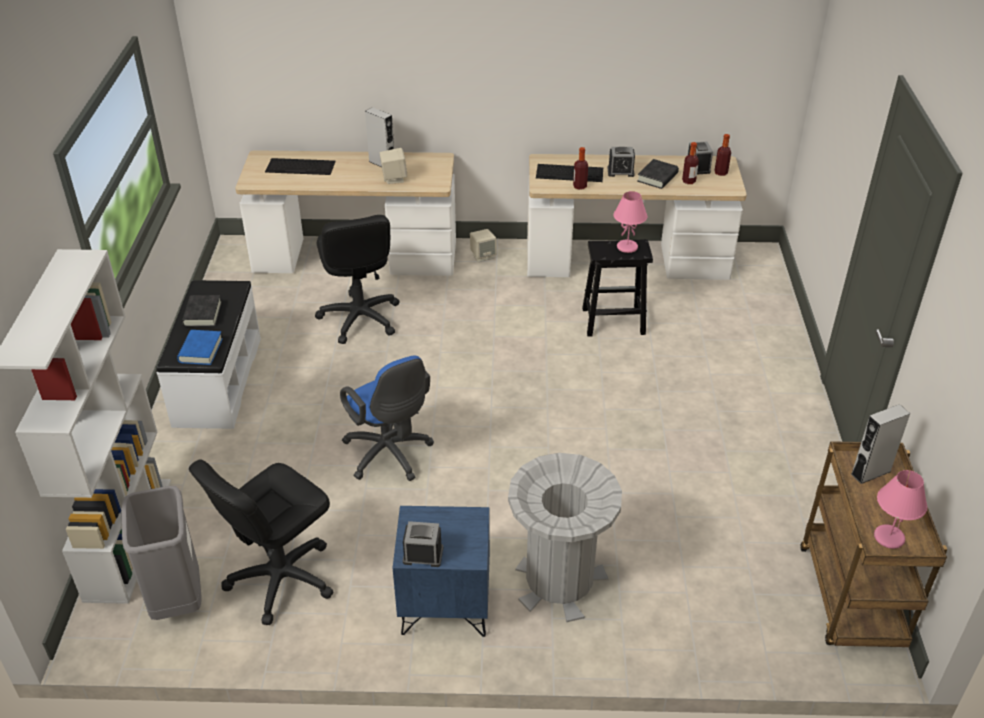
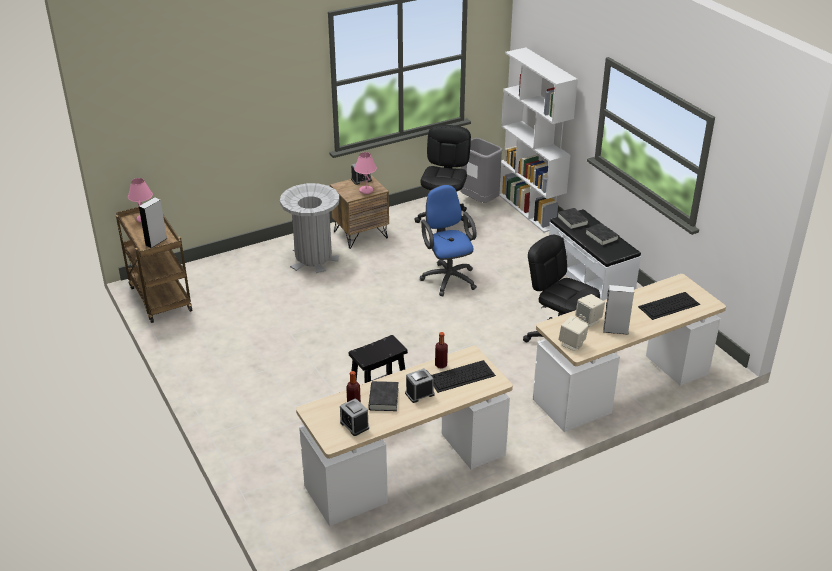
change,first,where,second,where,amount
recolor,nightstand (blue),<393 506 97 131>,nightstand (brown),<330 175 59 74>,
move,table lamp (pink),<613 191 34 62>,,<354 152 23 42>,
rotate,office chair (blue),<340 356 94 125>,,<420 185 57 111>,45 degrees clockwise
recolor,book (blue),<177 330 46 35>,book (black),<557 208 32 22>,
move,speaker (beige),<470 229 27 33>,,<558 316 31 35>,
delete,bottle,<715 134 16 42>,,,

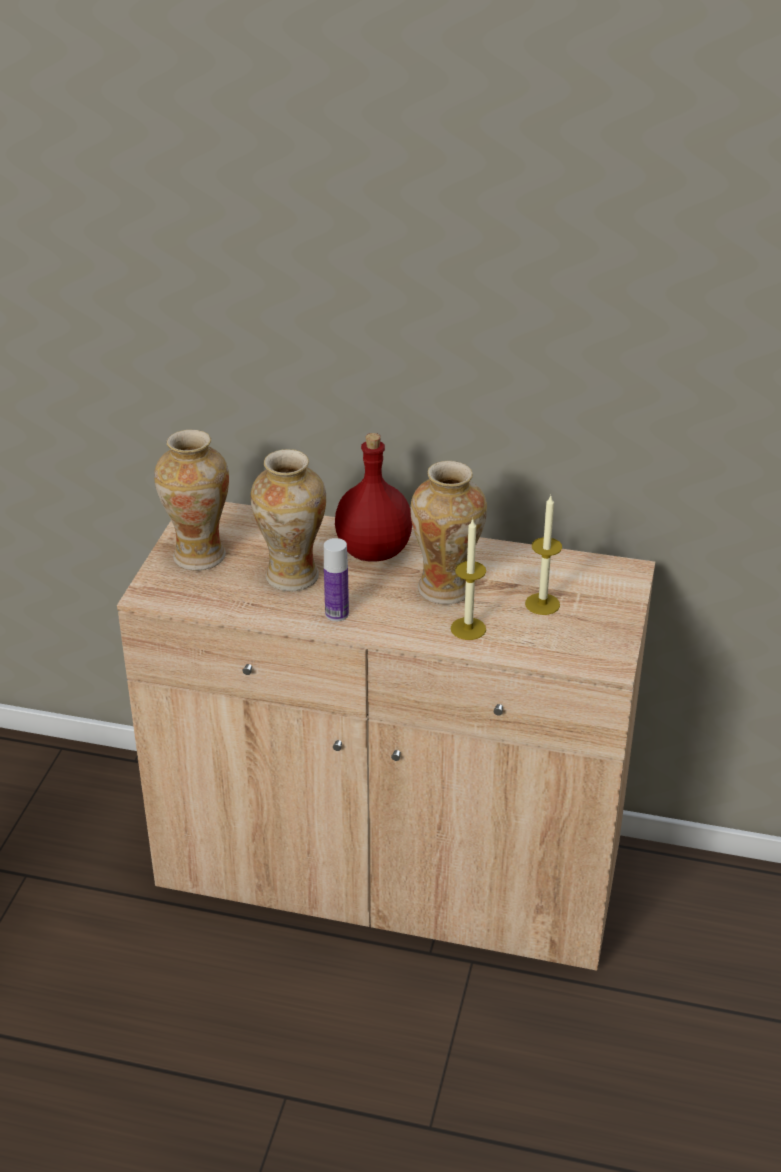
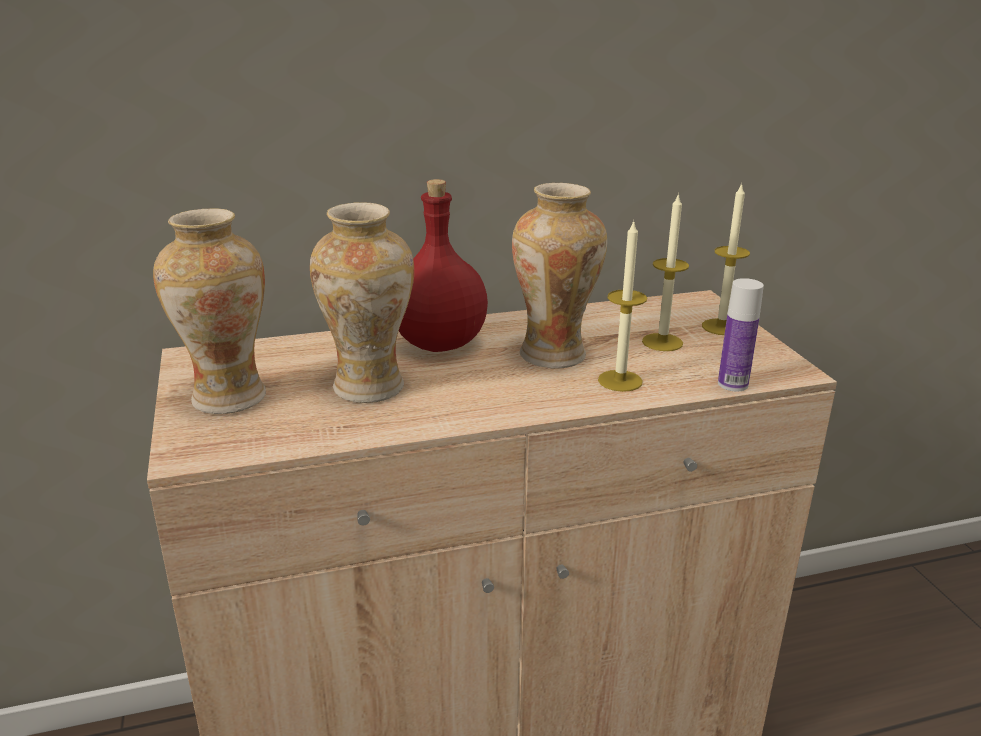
change,first,where,second,where,amount
insert,,,candle,<702 182 48 153>,
move,bottle,<324 538 25 83>,,<718 278 46 113>,

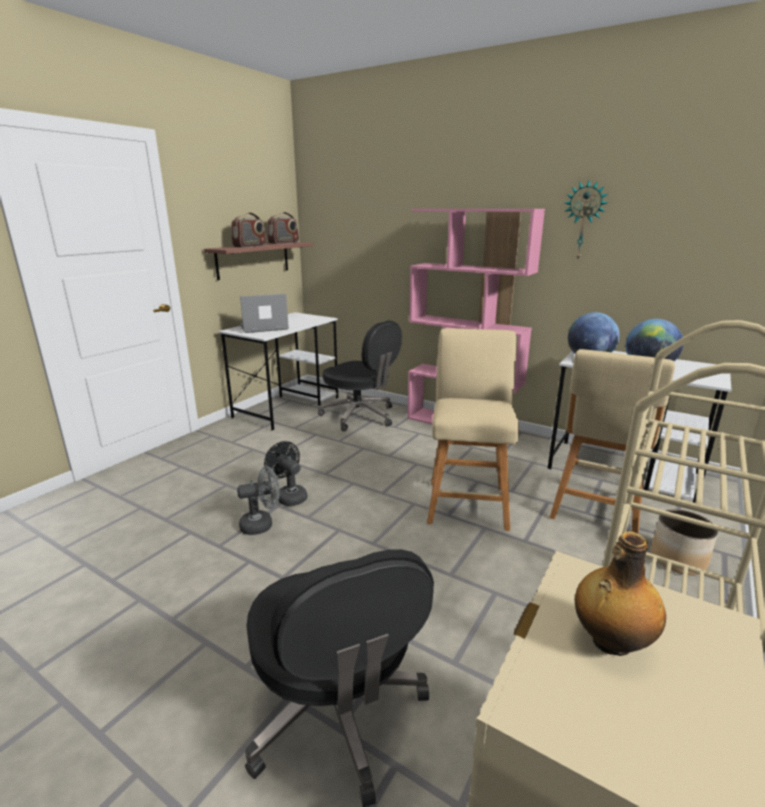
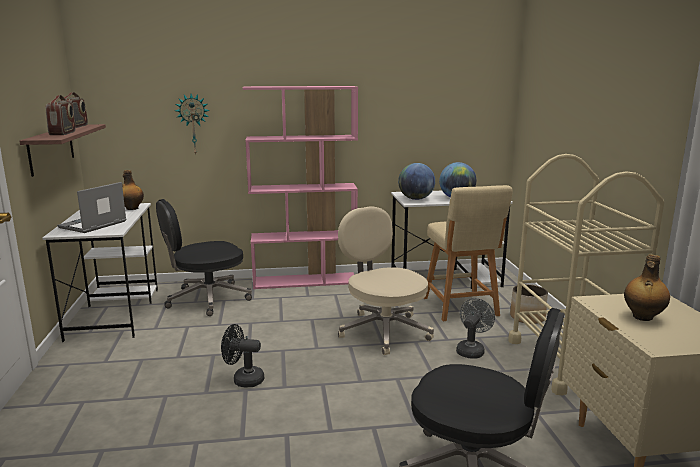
change,first,where,second,where,amount
insert,,,bottle,<122 170 22 40>,
rotate,office chair (black),<318 320 84 111>,,<156 199 96 117>,150 degrees clockwise
move,wall clock,<564 180 44 81>,,<175 94 35 61>,
replace,stool (beige),<427 328 92 203>,office chair (beige),<338 207 96 148>,
move,fan (grey),<237 466 43 69>,,<456 298 39 61>,

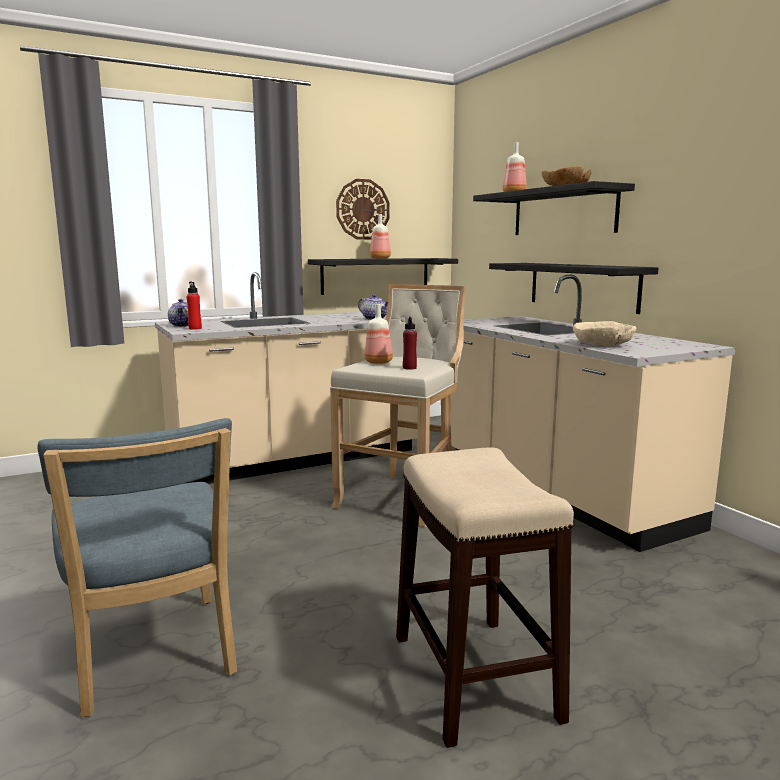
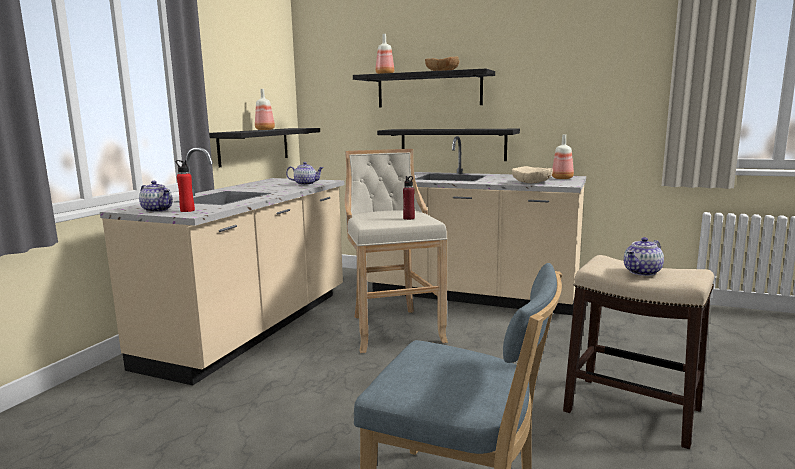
change,first,where,second,where,amount
move,bottle,<364 304 29 60>,,<552 135 22 44>,
insert,,,teapot,<624 237 40 39>,
delete,wall clock,<336 179 53 61>,,,

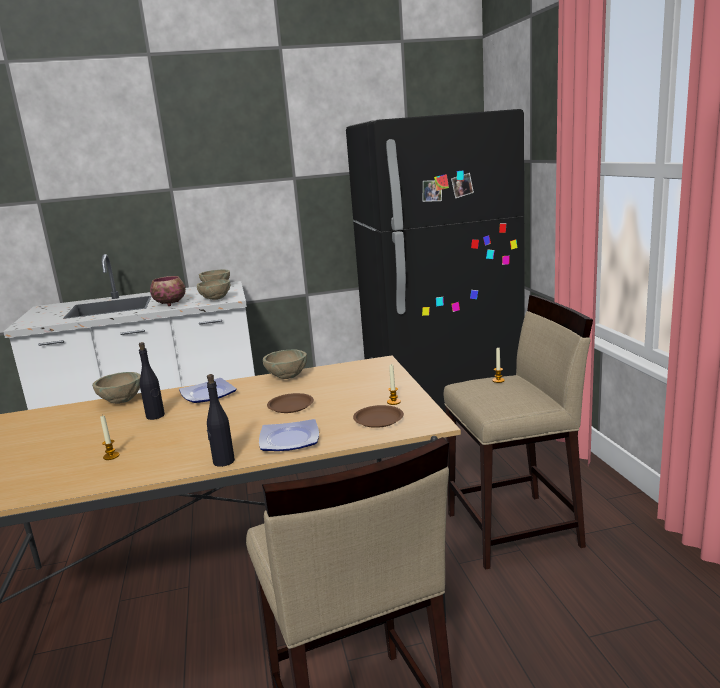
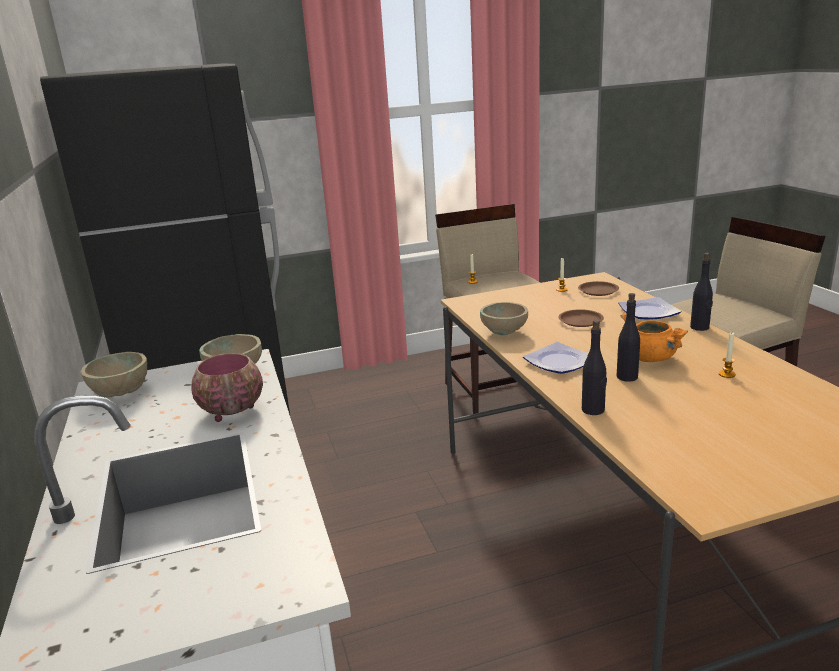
change,first,where,second,where,amount
replace,bowl (beige),<92 372 49 32>,bottle (black),<582 320 25 95>,
insert,,,cooking pot (orange),<620 313 68 49>,

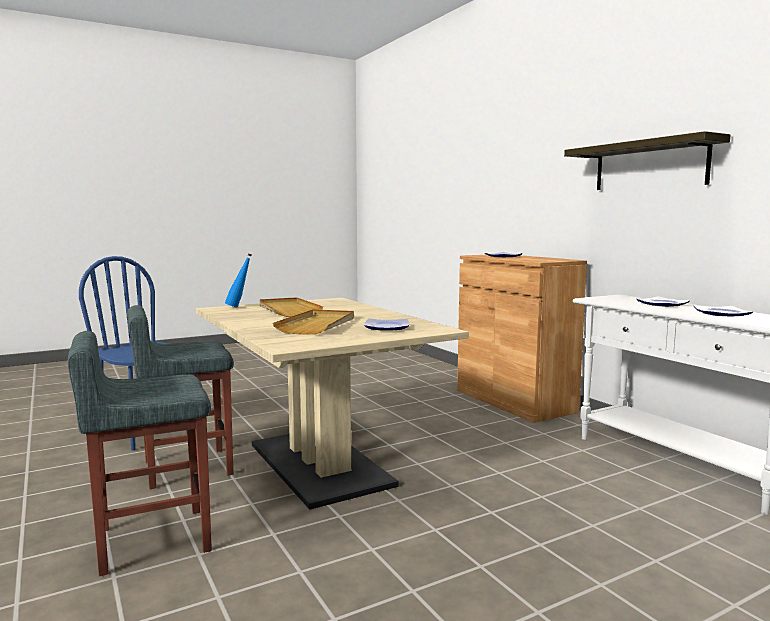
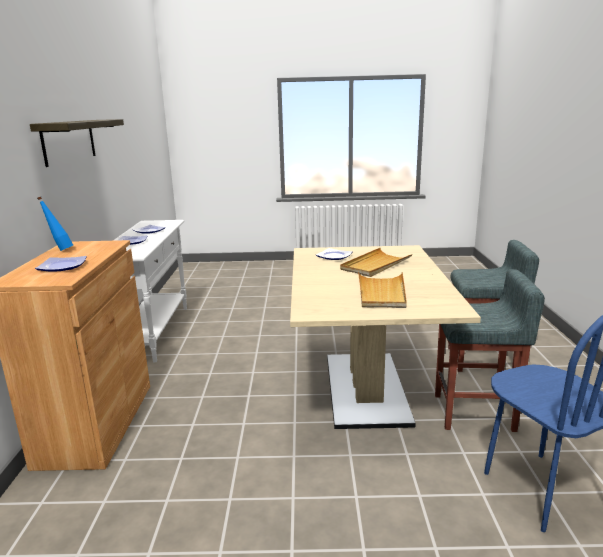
change,first,where,second,where,amount
move,bottle (blue),<225 253 26 55>,,<37 197 36 54>,

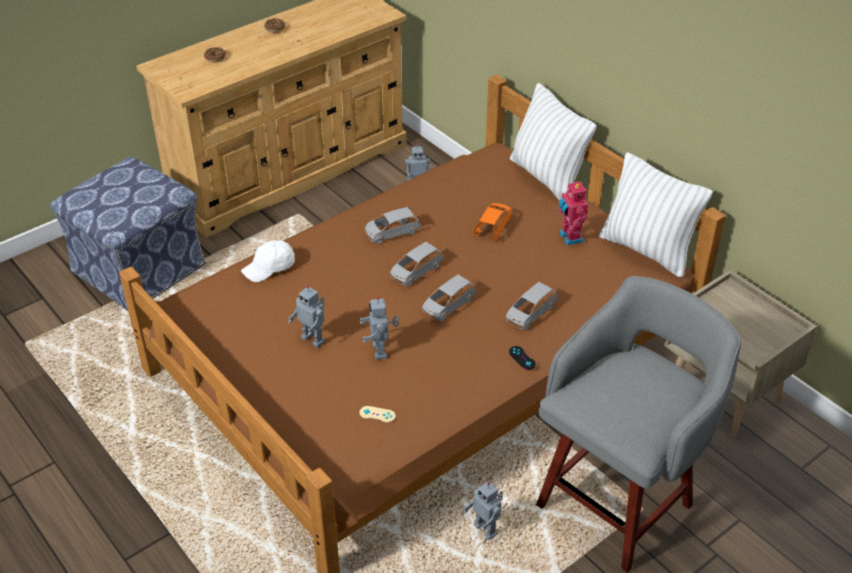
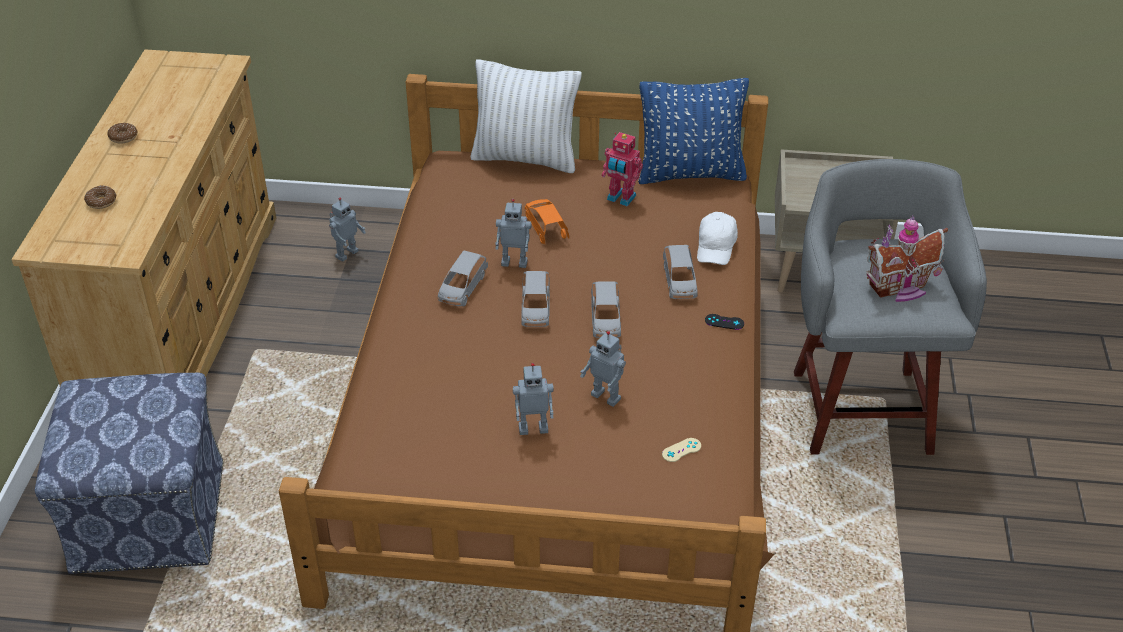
change,first,where,second,where,amount
move,toy robot,<463 481 40 59>,,<495 199 37 69>,
recolor,pillow (white),<599 152 114 126>,pillow (blue),<638 78 111 106>,
move,cap (white),<241 240 54 42>,,<697 212 41 53>,
insert,,,toy house,<866 215 82 87>,

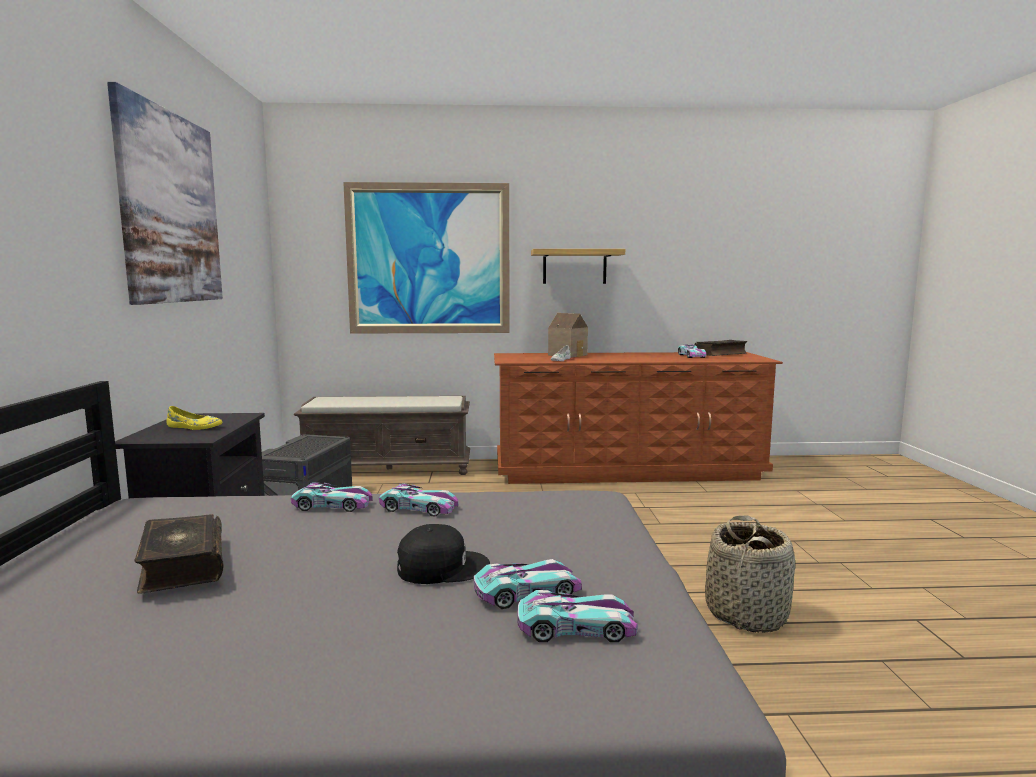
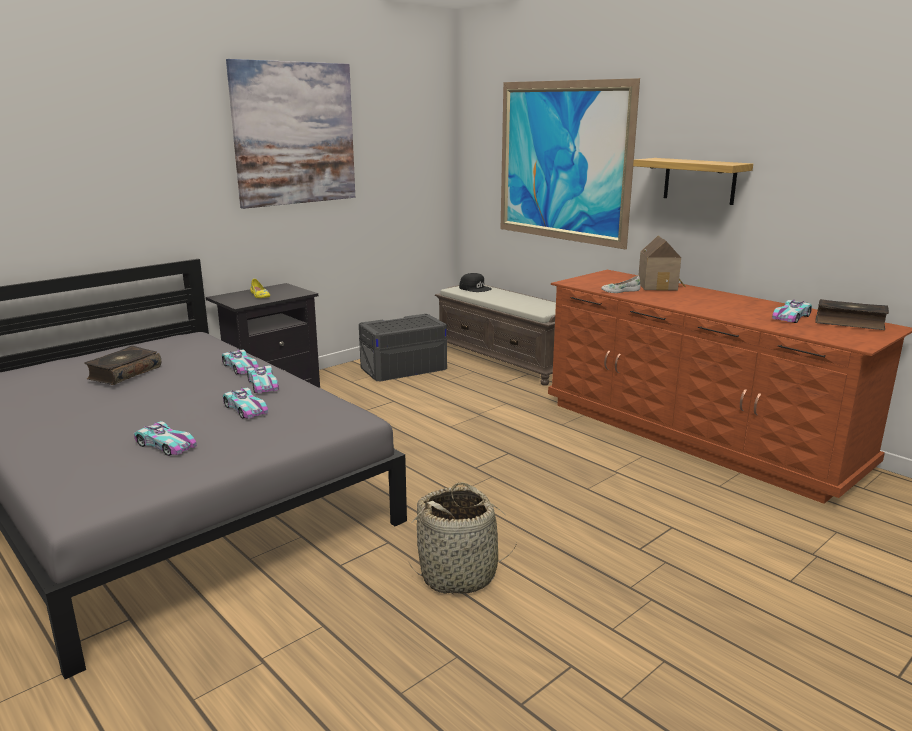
change,first,where,second,where,amount
move,toy car,<518 590 120 52>,,<223 388 45 31>,
move,cap (black),<397 524 93 60>,,<459 273 33 19>,

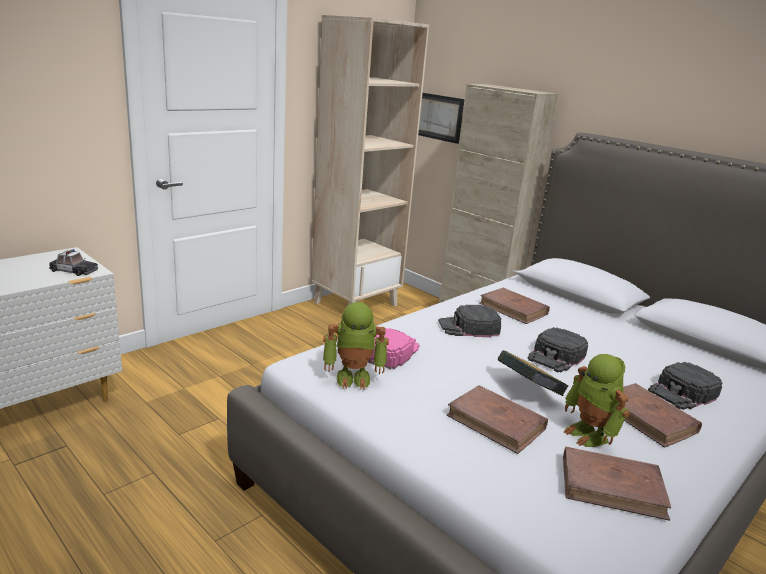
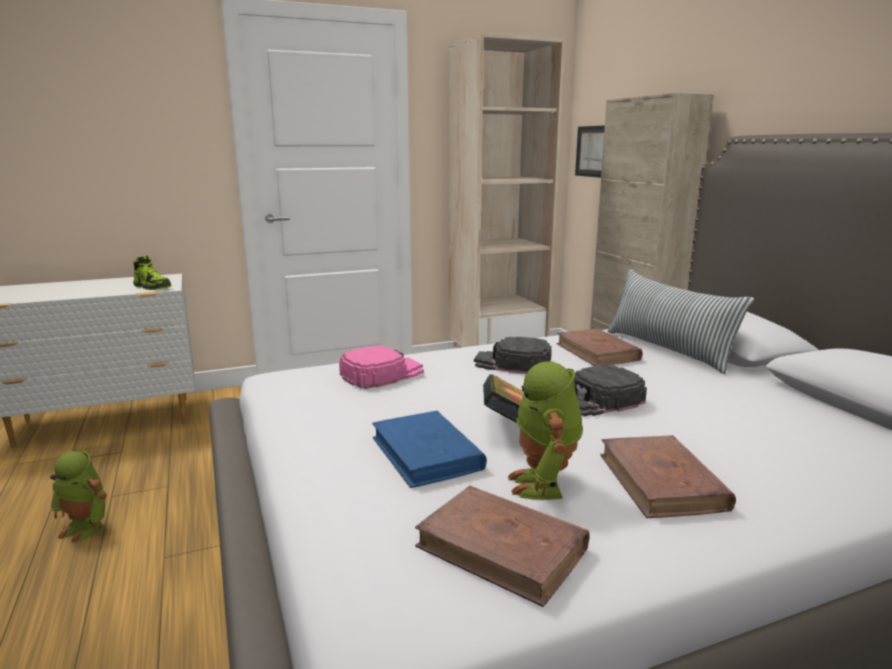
change,first,where,second,where,amount
move,toy robot,<323 302 66 88>,,<50 450 57 93>,
replace,toy car,<49 249 49 27>,shoe,<133 255 38 35>,
recolor,book (brown),<447 385 101 69>,book (blue),<372 411 115 77>,
insert,,,pillow,<607 269 147 105>,
delete,cap (black),<648 362 75 48>,,,

